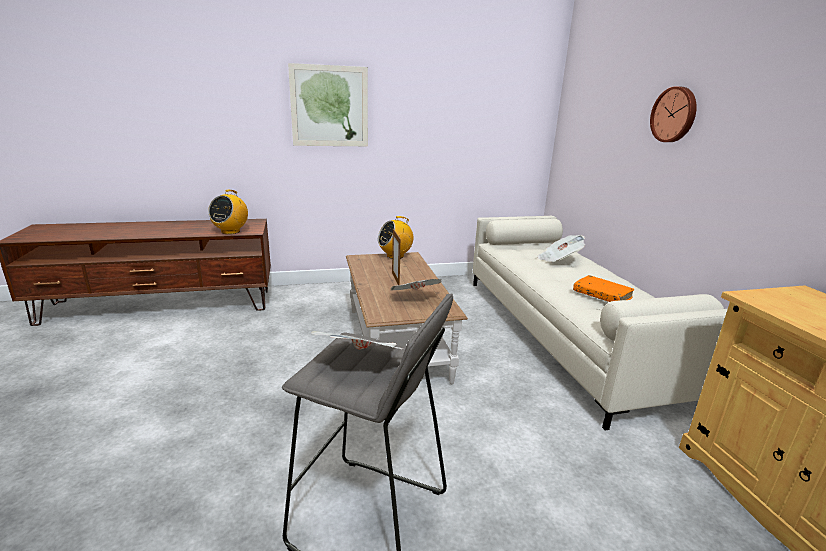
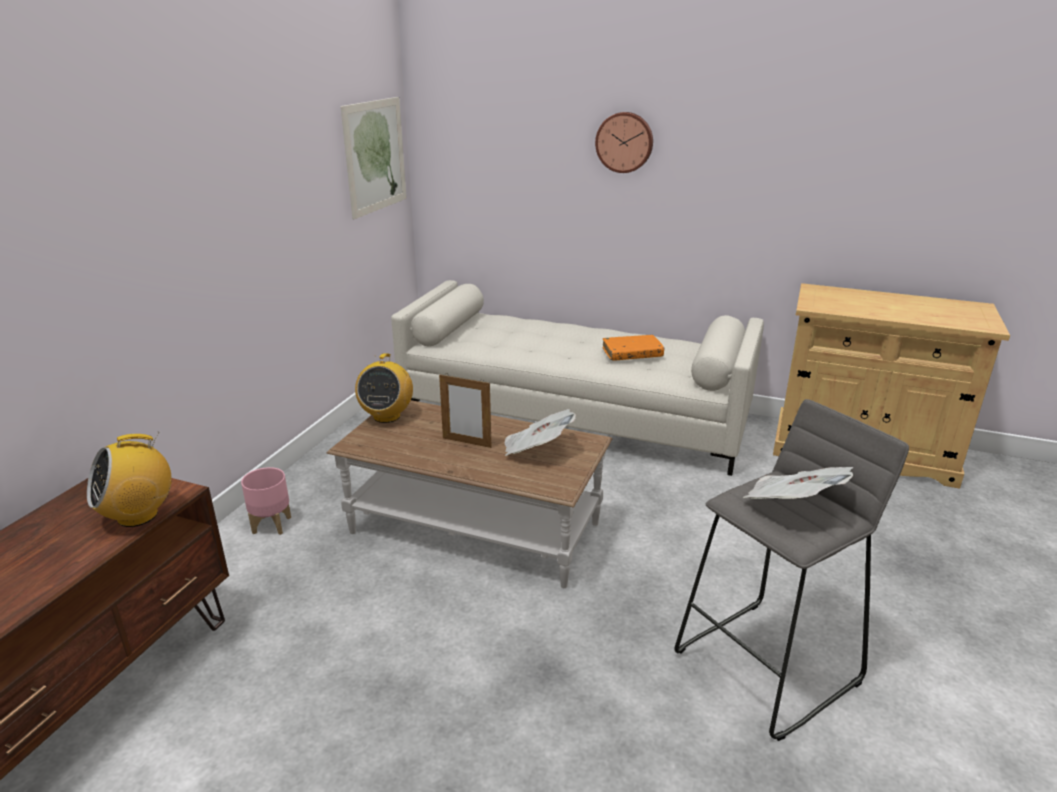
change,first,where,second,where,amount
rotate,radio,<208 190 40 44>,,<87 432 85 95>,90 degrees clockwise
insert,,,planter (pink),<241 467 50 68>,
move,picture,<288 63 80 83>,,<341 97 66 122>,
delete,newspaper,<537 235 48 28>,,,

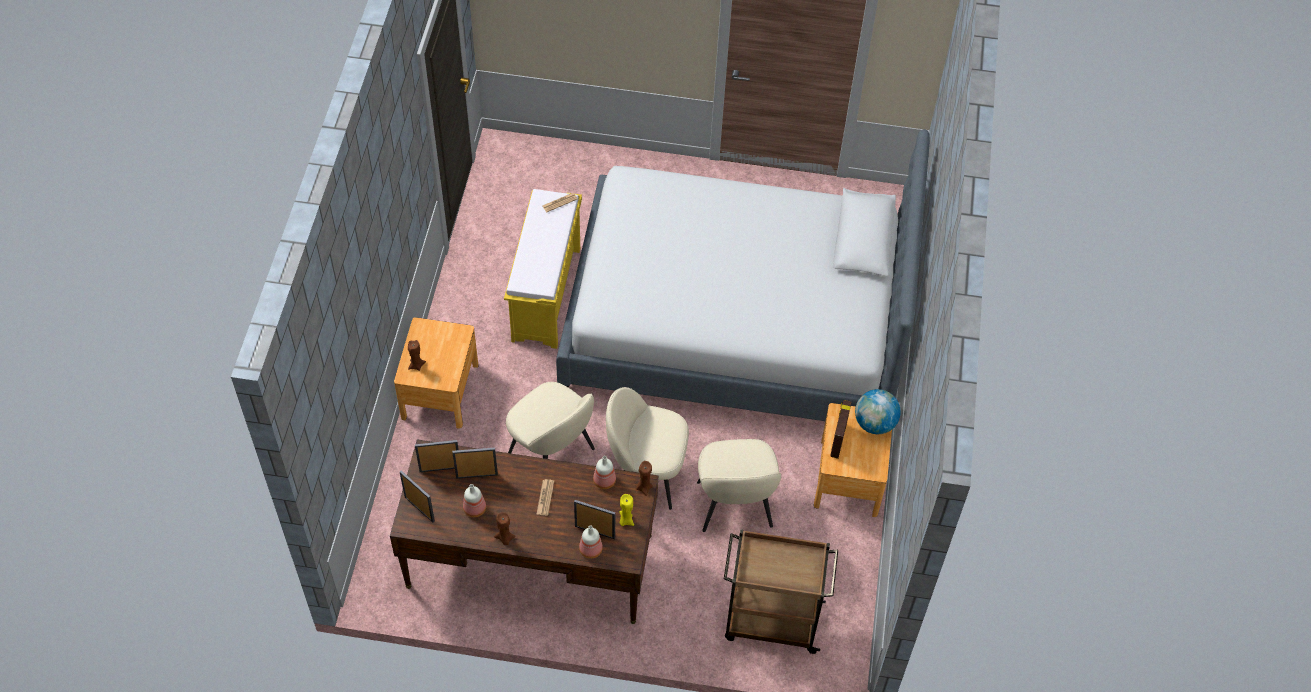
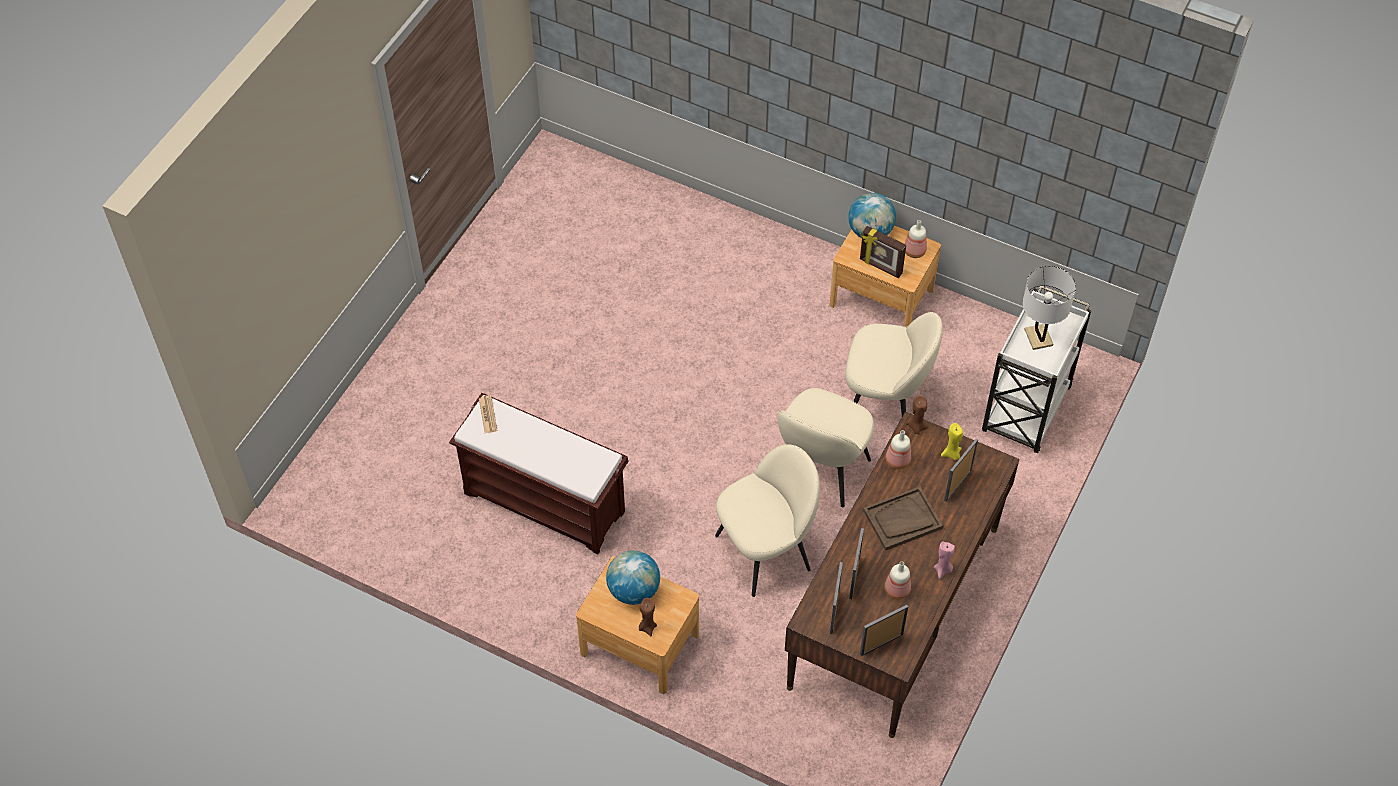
change,first,where,second,where,amount
recolor,bench (yellow),<504 189 78 160>,bench (brown),<449 393 180 161>,
insert,,,globe,<606 550 54 55>,
replace,newspaper,<536 479 18 37>,tray (brown),<863 487 80 64>,
move,bottle,<579 526 24 33>,,<905 220 22 38>,
recolor,candle (brown),<494 512 22 33>,candle (pink),<934 541 21 38>,
recolor,cart (brown),<724 529 114 125>,cart (white),<982 286 109 167>,
insert,,,table lamp (white),<1022 266 54 84>,
delete,bed,<556 129 374 292>,,,

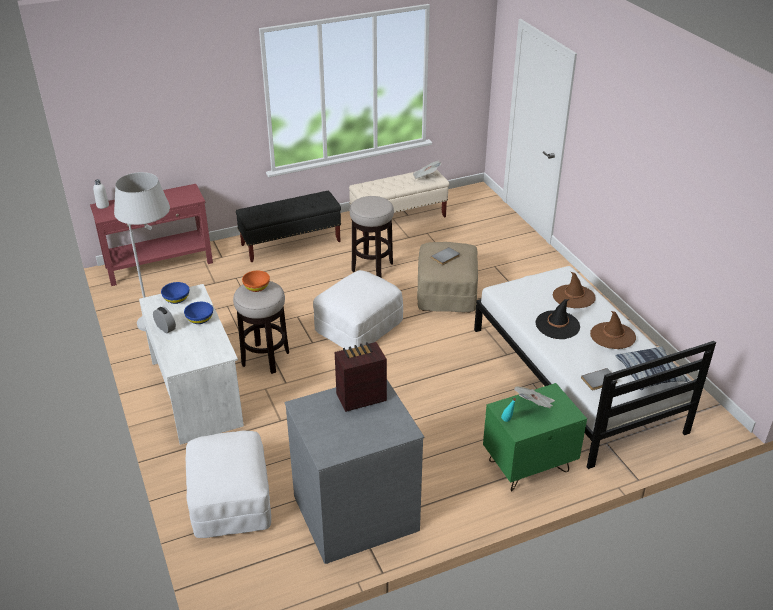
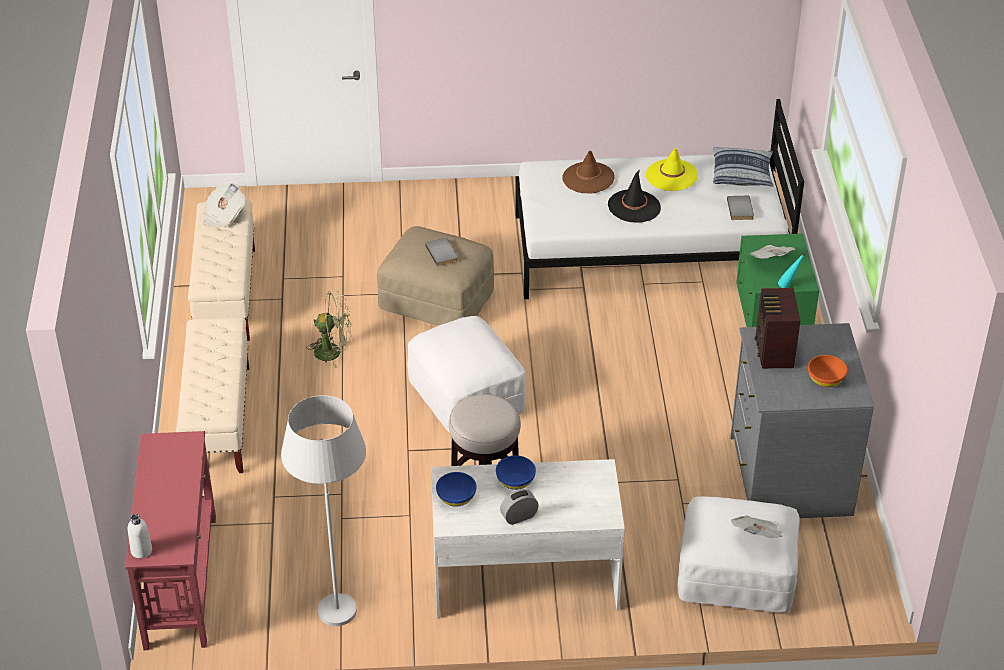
change,first,where,second,where,amount
recolor,bench (black),<236 191 105 71>,bench (beige),<176 317 73 156>,
replace,stool,<350 196 44 82>,fan (green),<307 291 44 77>,
recolor,hat (brown),<590 311 46 38>,hat (yellow),<646 148 52 43>,
insert,,,newspaper,<731 515 51 23>,
move,bowl (orange),<242 271 28 21>,,<808 355 39 32>,

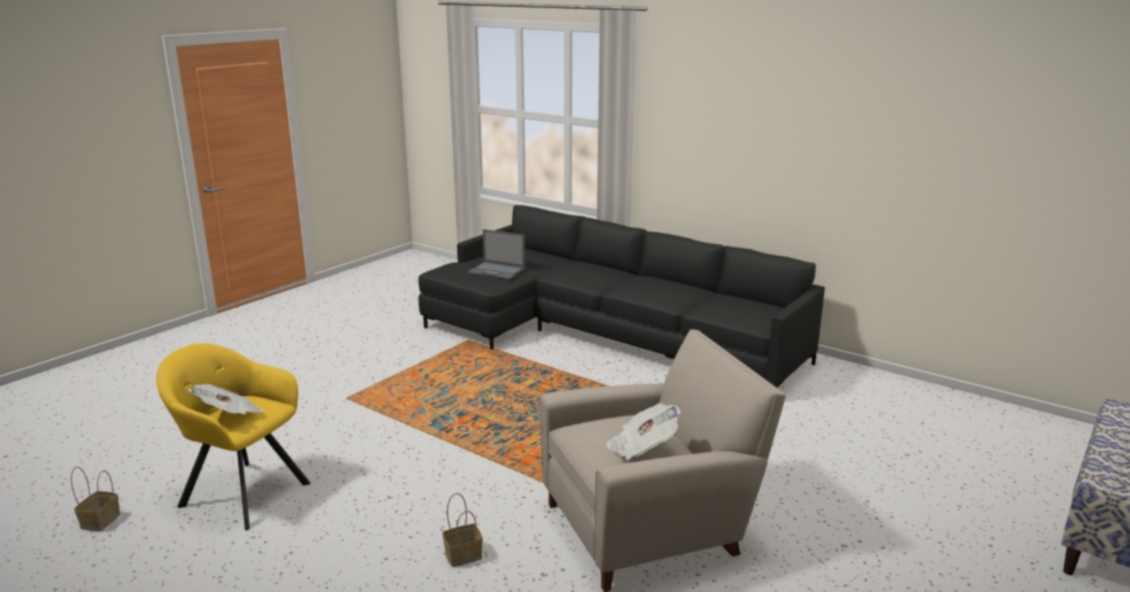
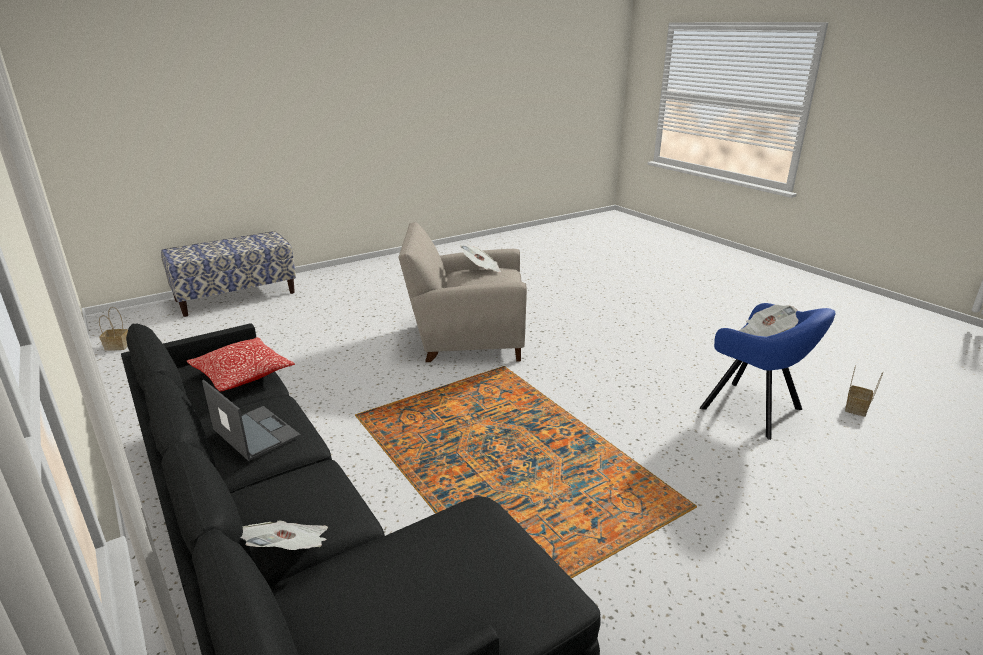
change,first,where,second,where,amount
move,basket,<442 493 41 74>,,<99 307 29 44>,
insert,,,pillow,<187 337 108 54>,
move,laptop,<467 229 58 51>,,<202 380 99 81>,
insert,,,newspaper,<241 520 87 30>,
recolor,armchair (yellow),<156 343 155 187>,armchair (blue),<700 303 135 137>,

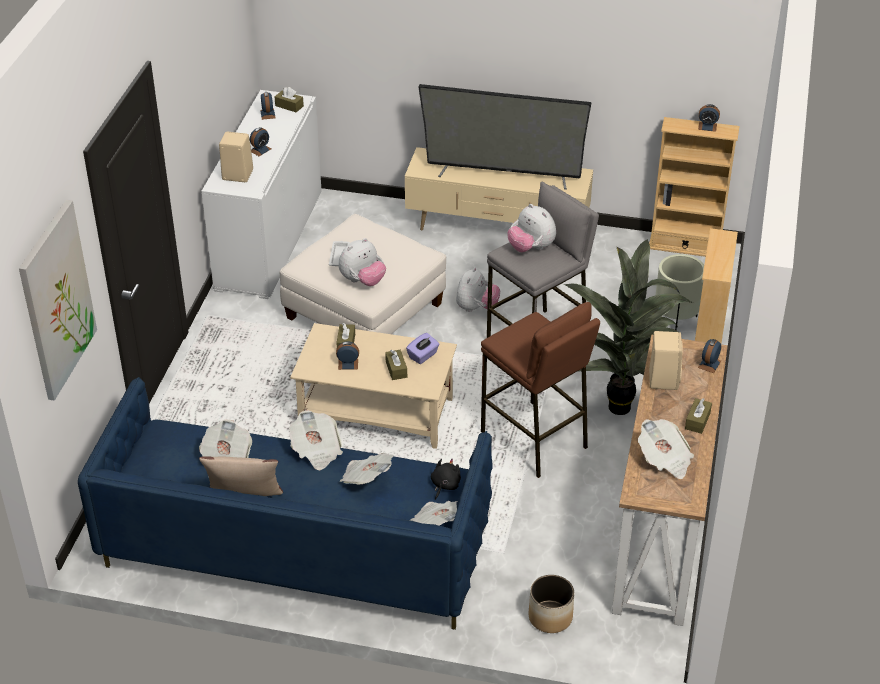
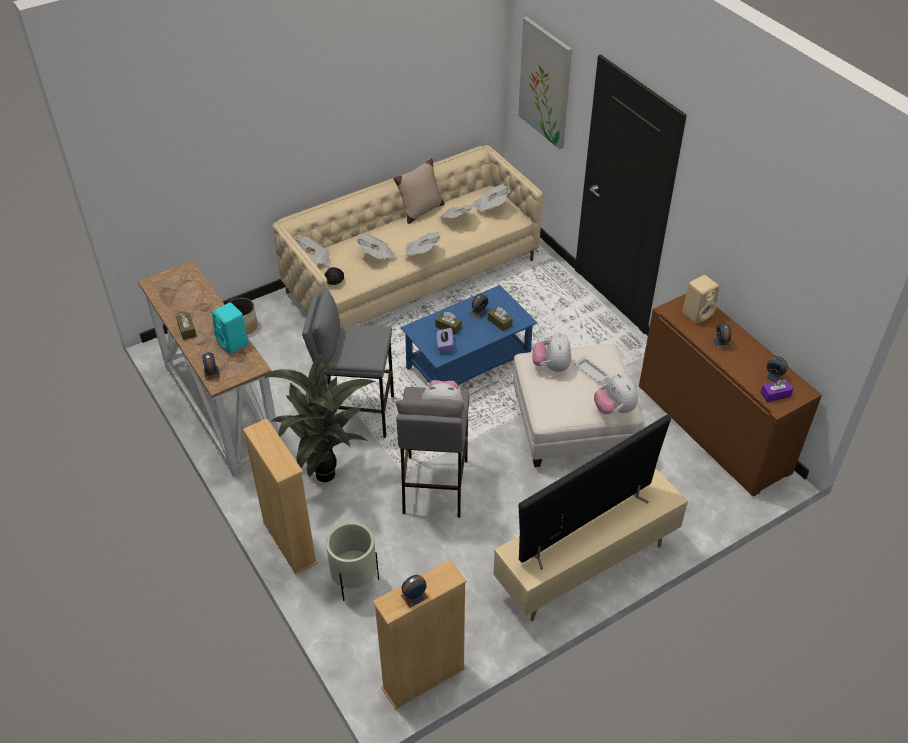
change,first,where,second,where,amount
recolor,speaker (beige),<649 331 34 59>,speaker (turquoise),<212 302 37 52>,
recolor,sofa (blue),<78 377 414 253>,sofa (beige),<272 145 271 180>,
recolor,stool (brown),<481 302 119 176>,stool (grey),<302 288 92 150>,
recolor,coffee table (beige),<290 323 167 126>,coffee table (blue),<401 285 136 100>,
move,newspaper,<638 419 56 60>,,<473 184 37 29>,
move,plush toy,<456 267 44 45>,,<594 373 44 41>,
recolor,cabinet (white),<202 90 120 209>,cabinet (brown),<639 294 183 203>,
recolor,tissue box (brown),<275 87 29 26>,tissue box (purple),<760 379 33 23>,

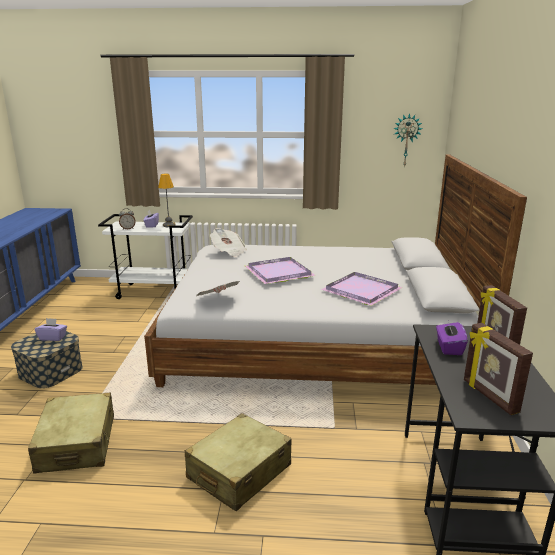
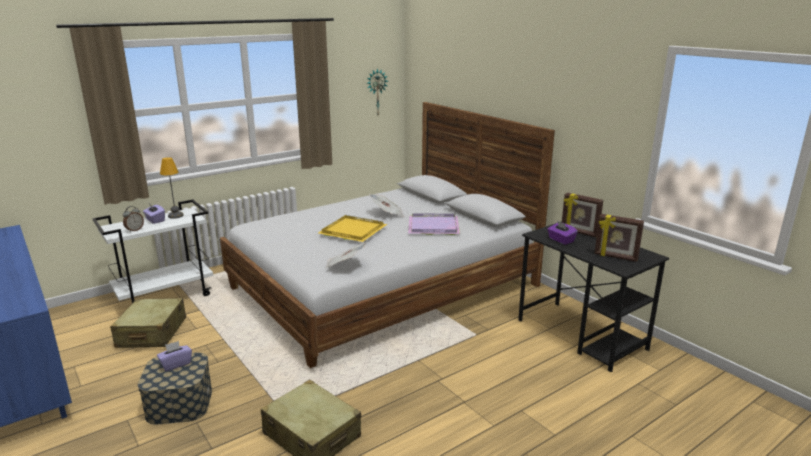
change,first,where,second,where,amount
move,suitcase (beige),<185 413 106 98>,,<110 298 76 50>,
recolor,tray (purple),<245 257 71 27>,tray (yellow),<319 215 68 27>,
move,newspaper,<210 228 37 29>,,<369 194 36 23>,

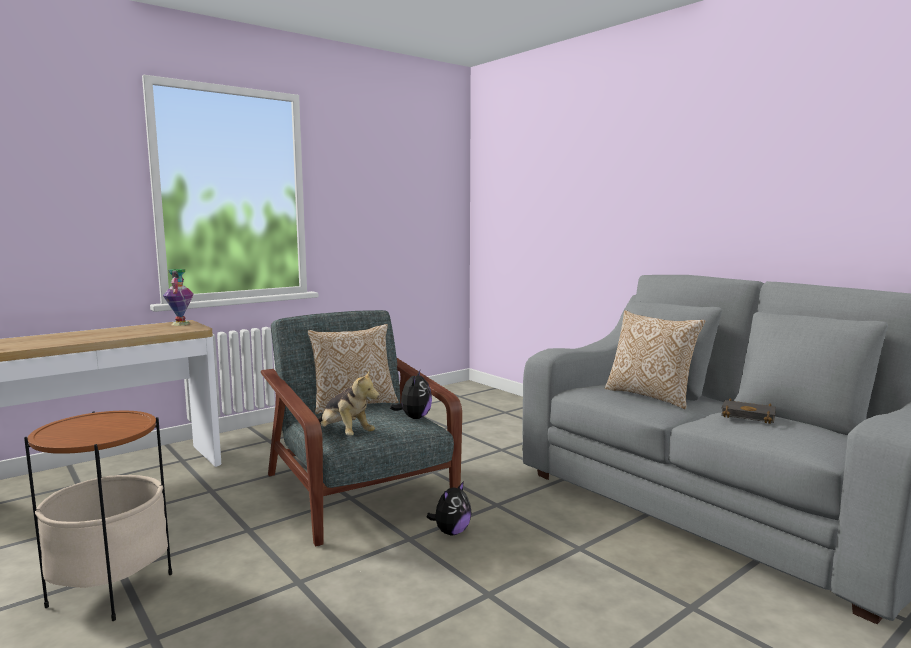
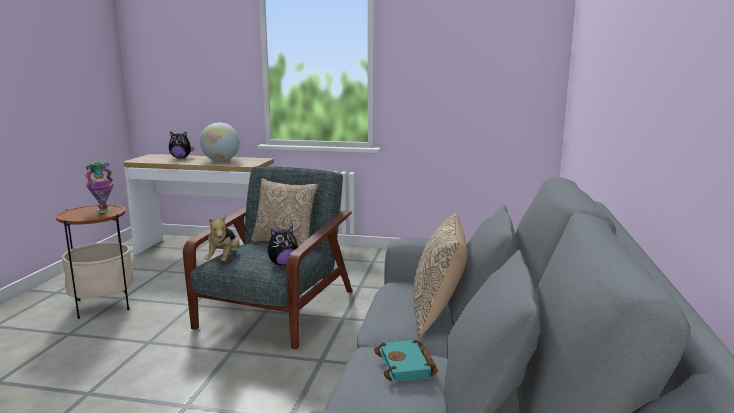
change,first,where,second,where,amount
move,vase,<163 269 31 57>,,<85 162 29 51>,
move,plush toy,<427 481 45 54>,,<169 131 25 27>,
insert,,,globe,<200 122 40 39>,
recolor,book (black),<721 398 55 26>,book (turquoise),<374 340 64 42>,

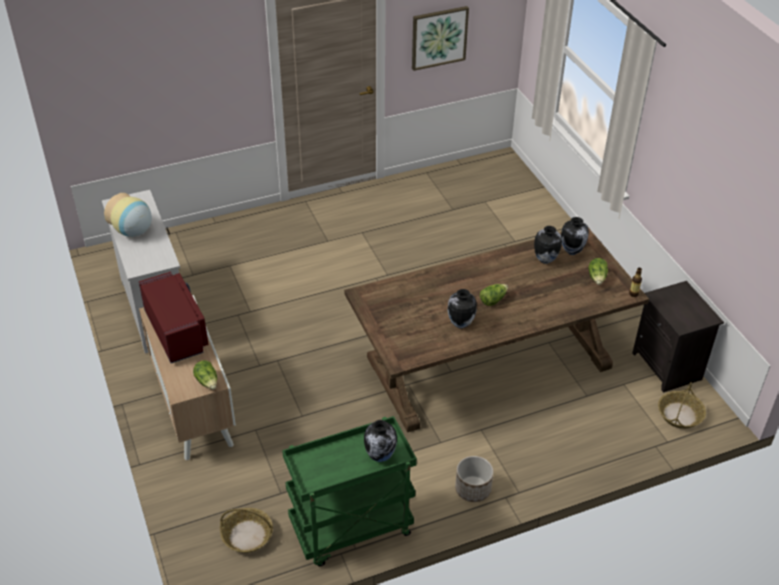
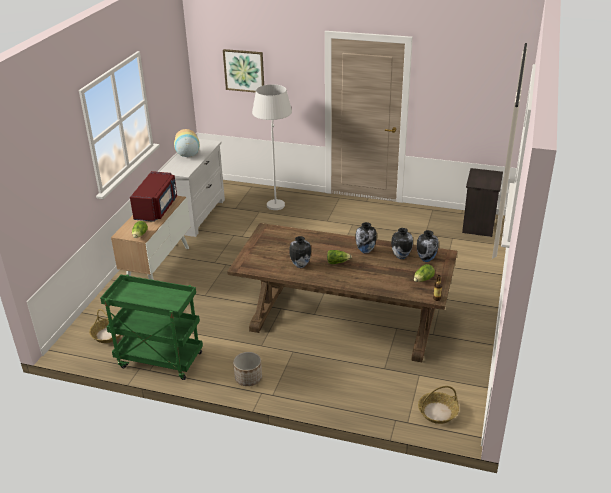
change,first,where,second,where,amount
move,picture,<412 6 57 65>,,<223 49 41 44>,
insert,,,floor lamp (white),<252 84 40 126>,
move,vase,<364 420 33 42>,,<355 222 22 32>,
move,nightstand (black),<632 281 92 112>,,<462 168 41 69>,

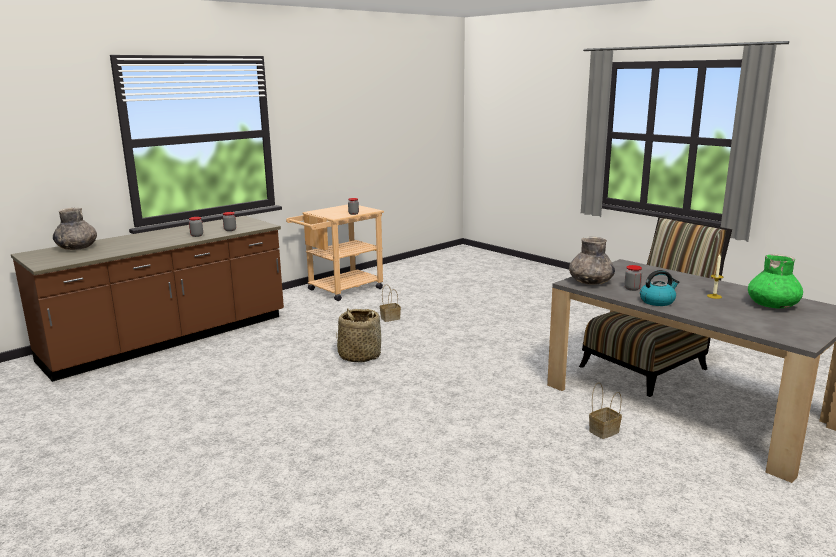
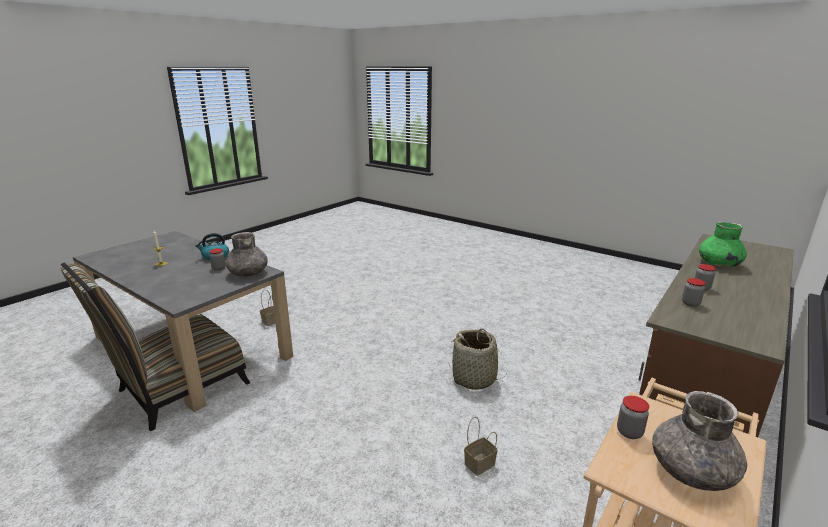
change,first,where,second,where,amount
move,vase (grey),<53 208 44 42>,,<652 391 95 100>,
move,vase (green),<748 254 55 54>,,<699 221 48 46>,

